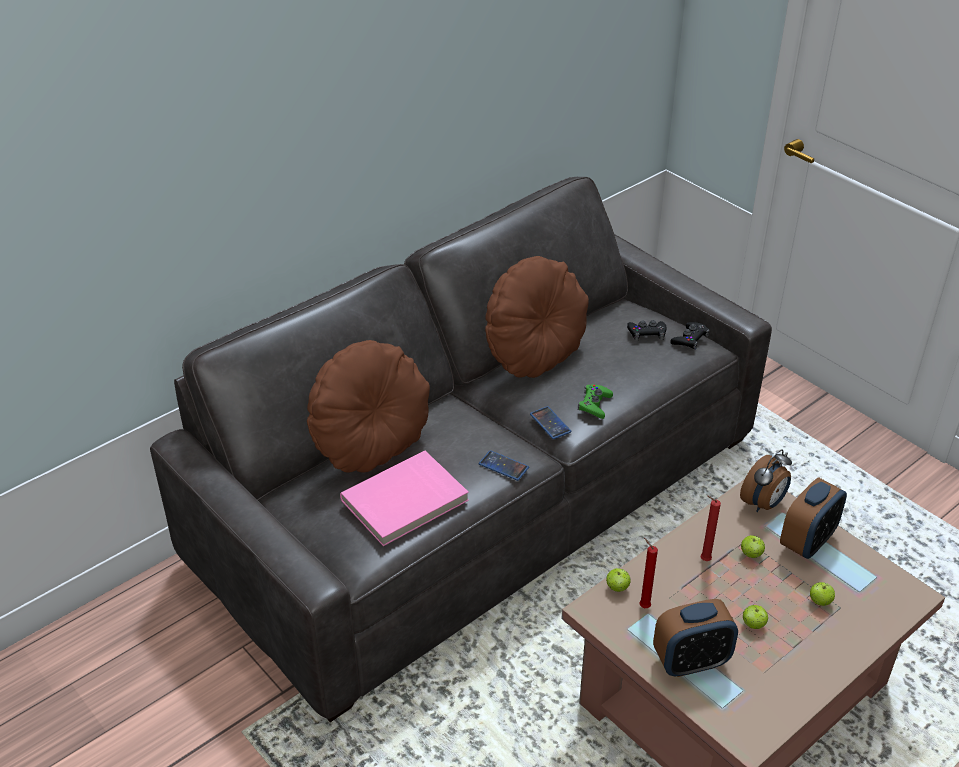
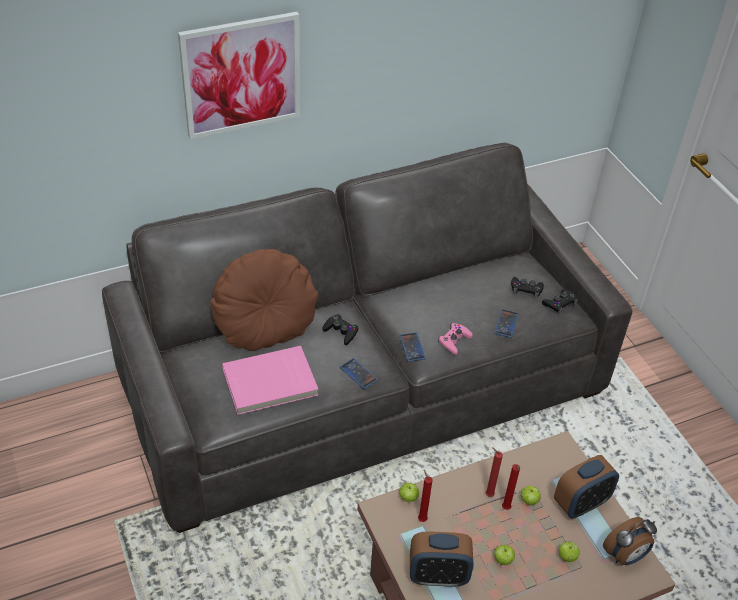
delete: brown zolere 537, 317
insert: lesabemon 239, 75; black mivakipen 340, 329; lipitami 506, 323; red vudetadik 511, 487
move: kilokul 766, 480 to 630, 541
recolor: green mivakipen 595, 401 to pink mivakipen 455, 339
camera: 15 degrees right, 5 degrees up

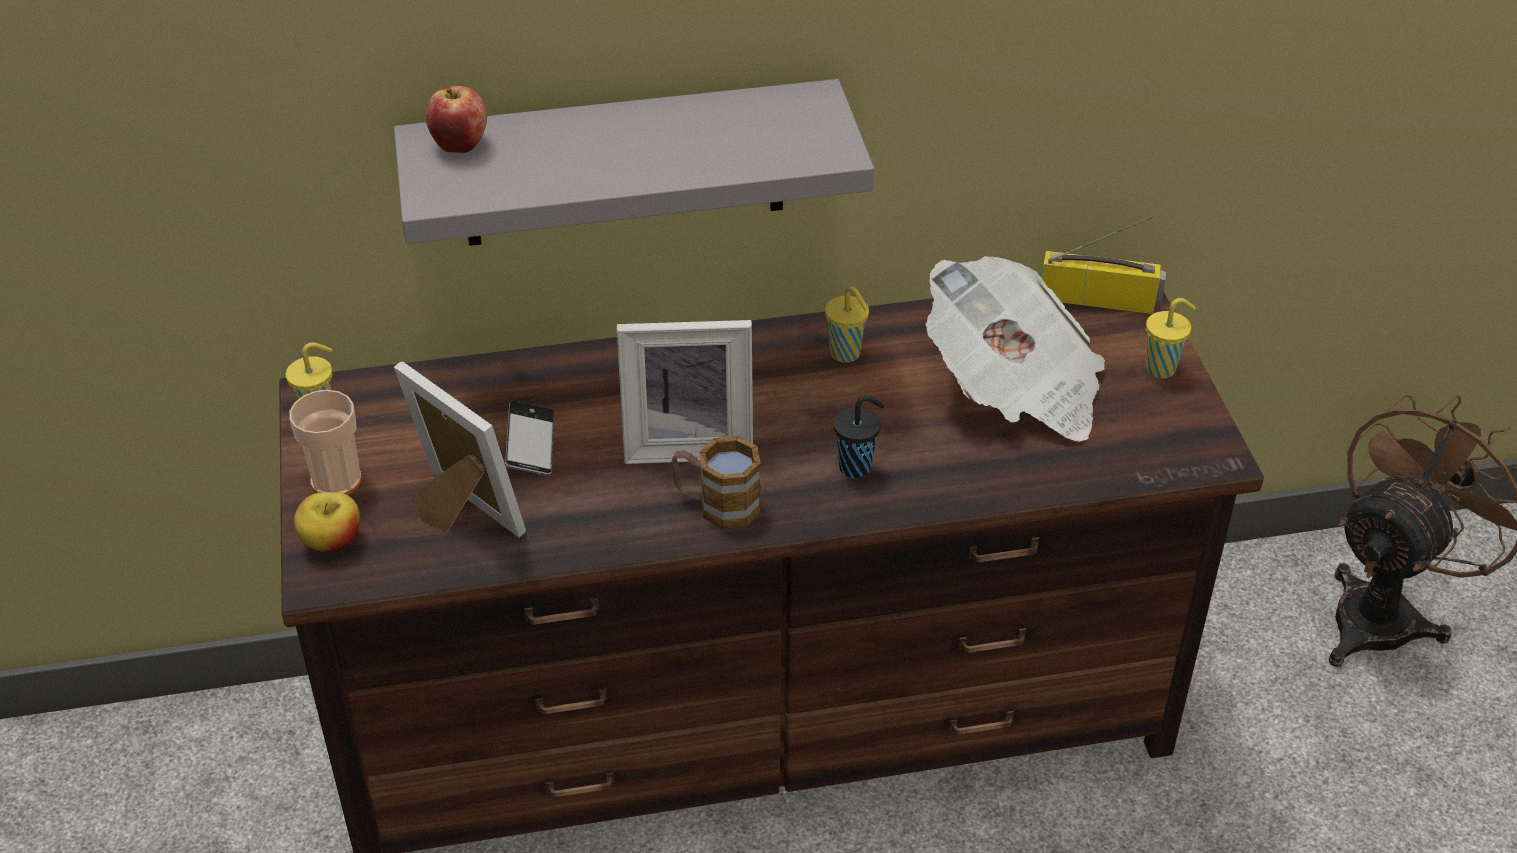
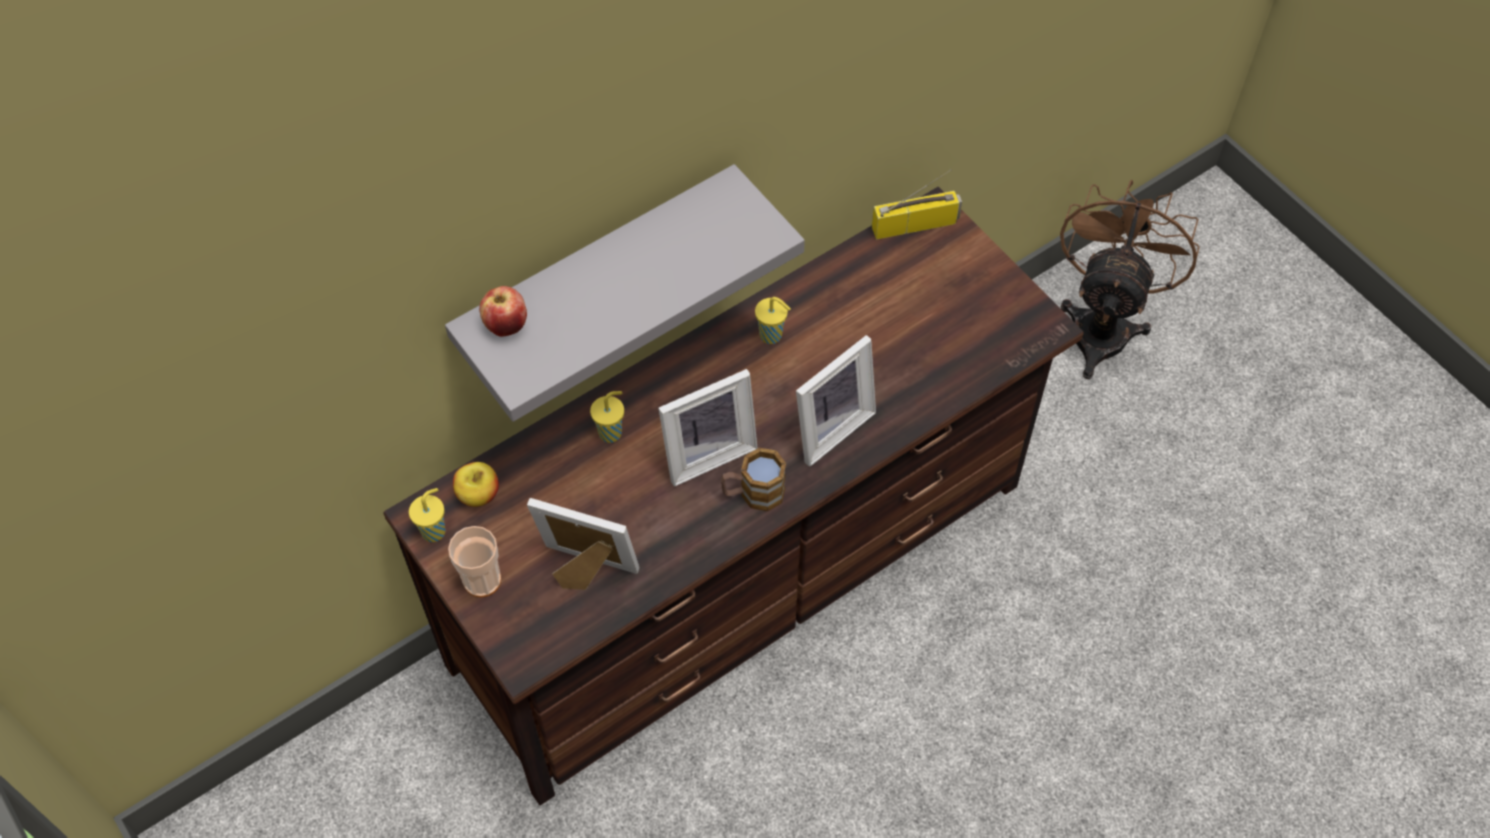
delete: lipitami 529, 438; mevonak 1015, 349
move: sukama 327, 522 to 476, 484; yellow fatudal 1170, 338 to 607, 417
replace: black fatudal 859, 436 to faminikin 836, 400
camera: 25 degrees left, 15 degrees up

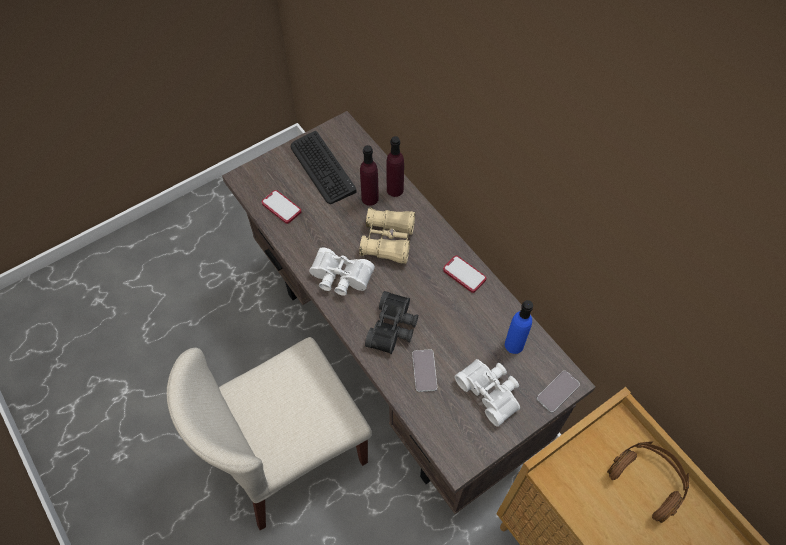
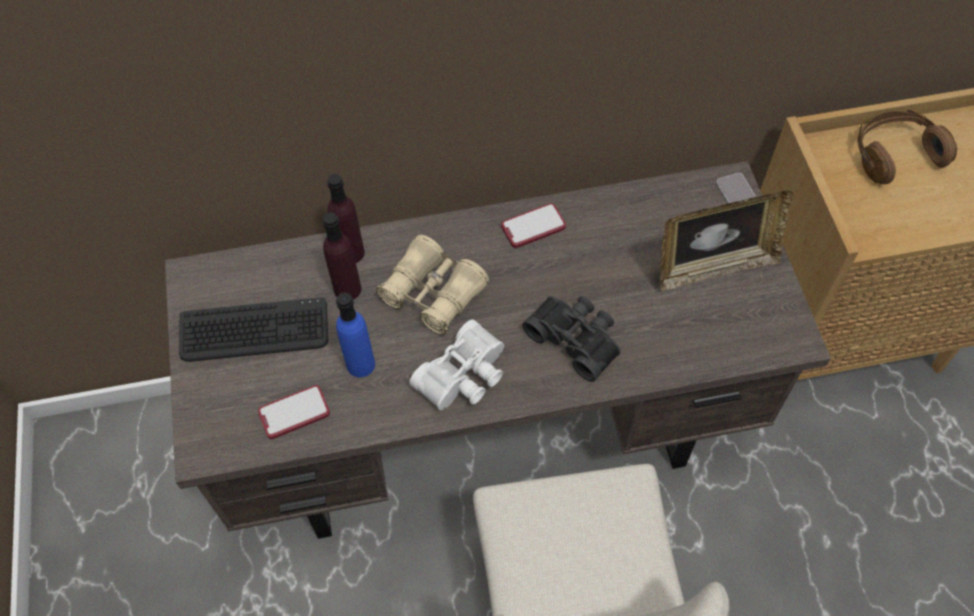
delete: lipitami 424, 370
move: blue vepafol 519, 327 to 355, 335
replace: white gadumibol 487, 393 to faminikin 726, 241
camera: 65 degrees left, 0 degrees up

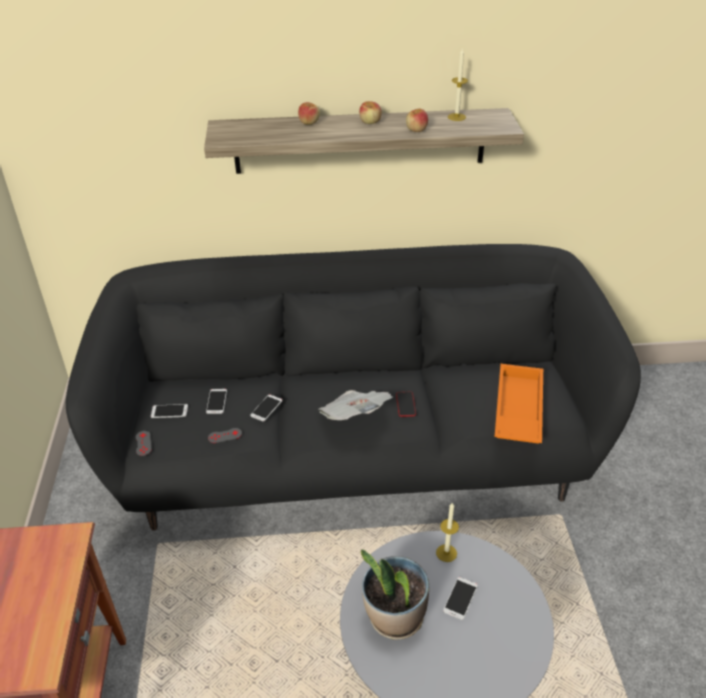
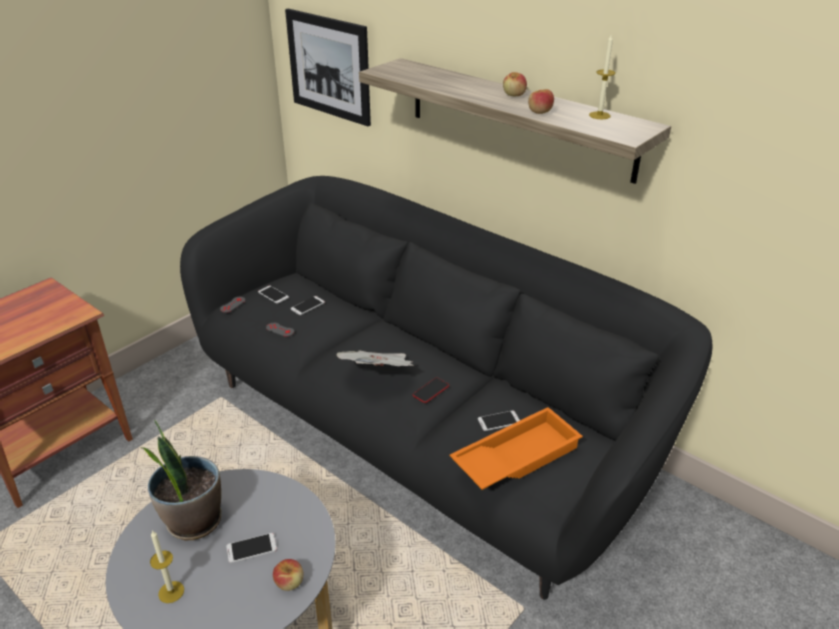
insert: lesabemon 328, 67
move: lipitami 266, 408 to 499, 420; sukama 309, 113 to 288, 575; vudetadik 447, 532 to 167, 566
camera: 45 degrees right, 5 degrees down

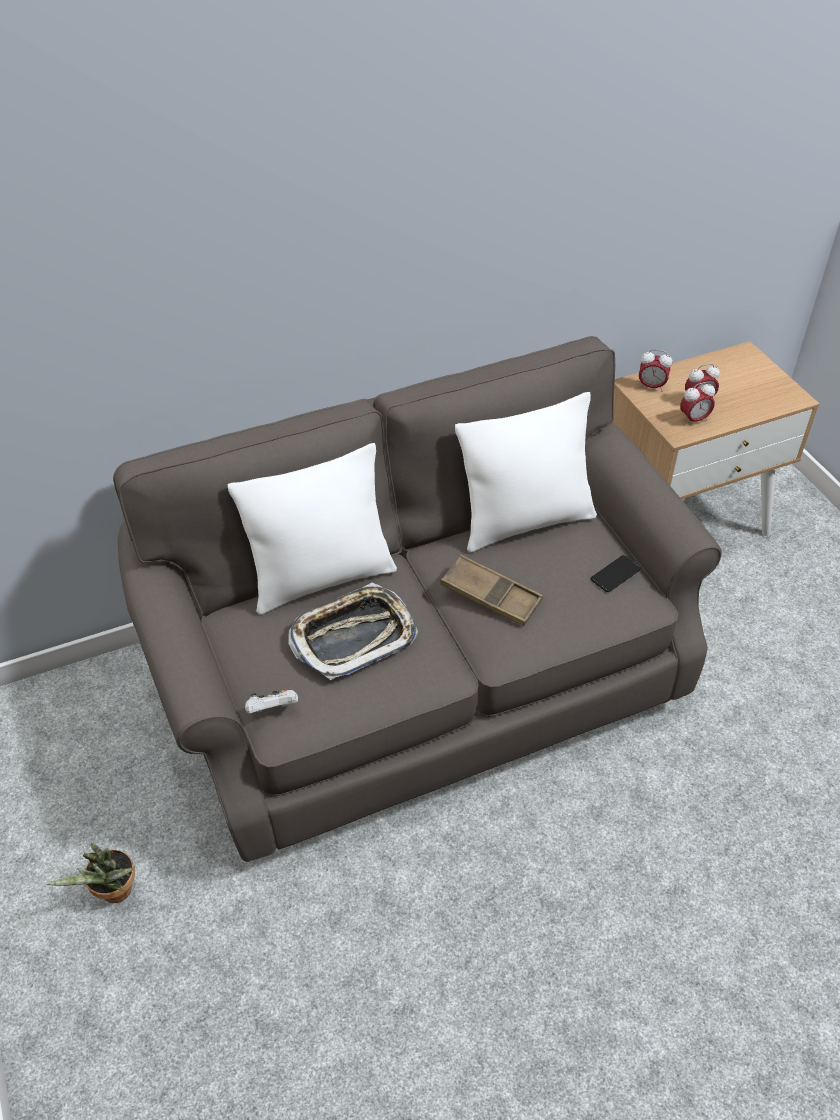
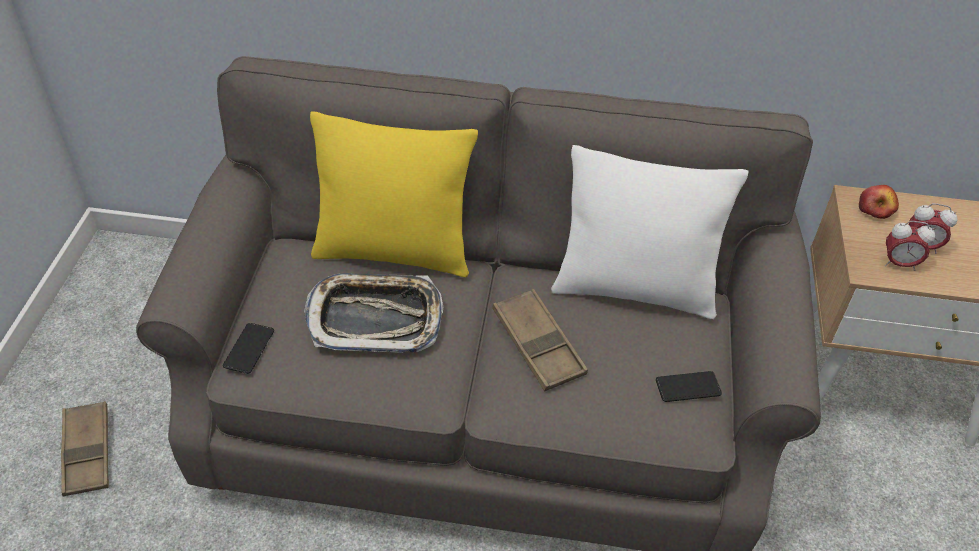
replace: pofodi 90, 873 to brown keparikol 85, 449; white mivakipen 271, 701 to lipitami 248, 348; kilokul 655, 370 to sukama 879, 202
recolor: white zolere 312, 529 to yellow zolere 394, 194
camera: 30 degrees right, 0 degrees up

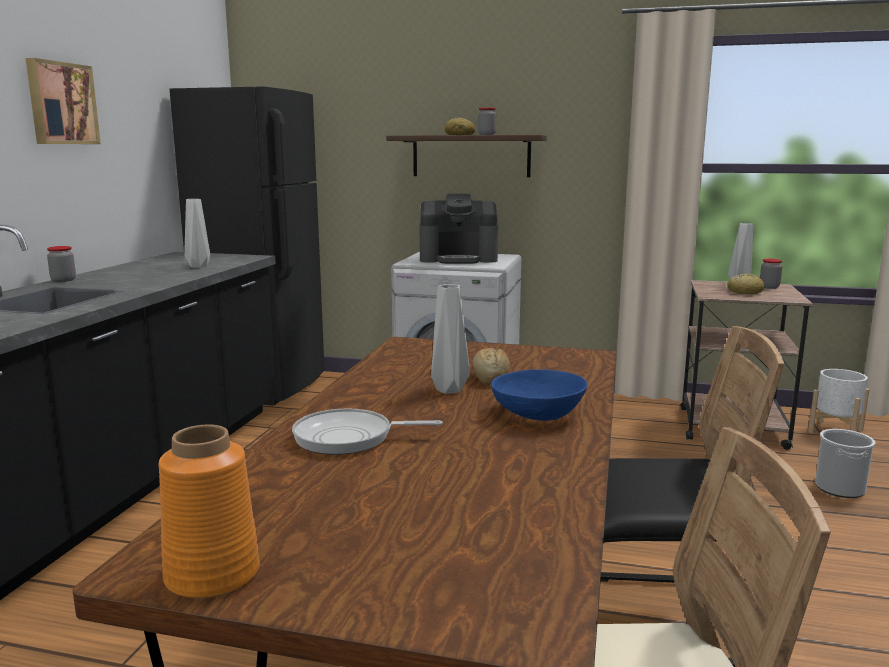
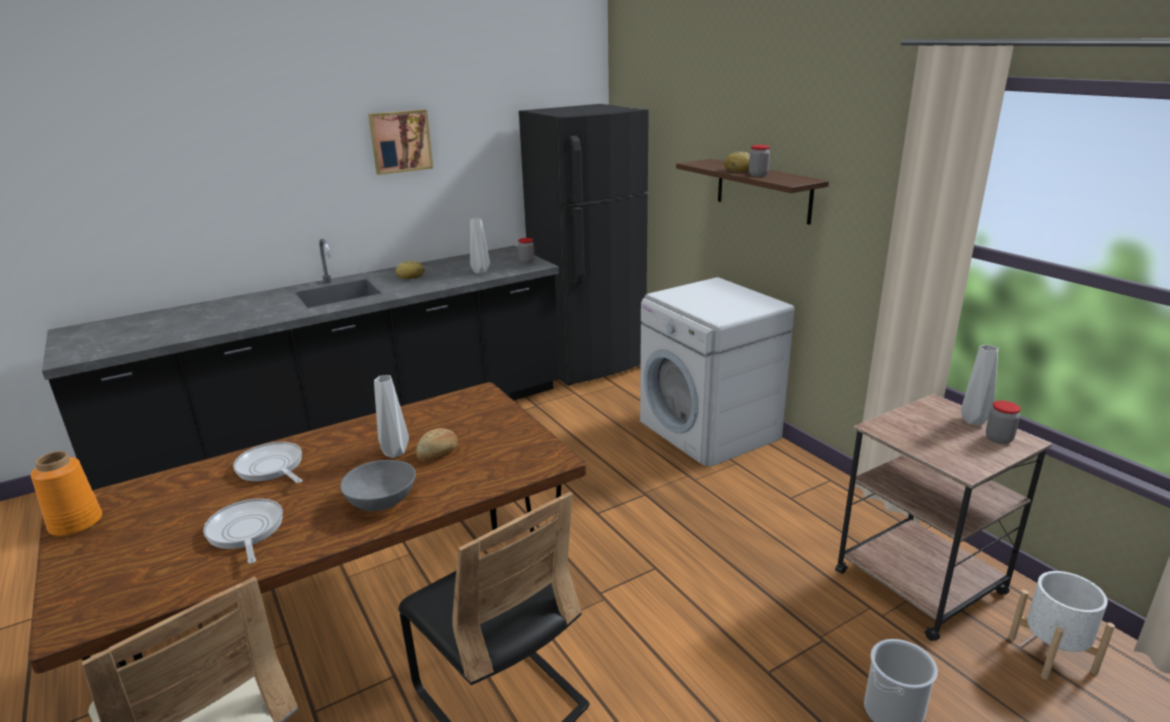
delete: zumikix 459, 229
insert: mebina 243, 531
move: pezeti 61, 264 to 526, 251; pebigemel 746, 283 to 410, 270
recolor: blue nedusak 539, 395 to grey nedusak 378, 485
camera: 45 degrees right, 10 degrees up

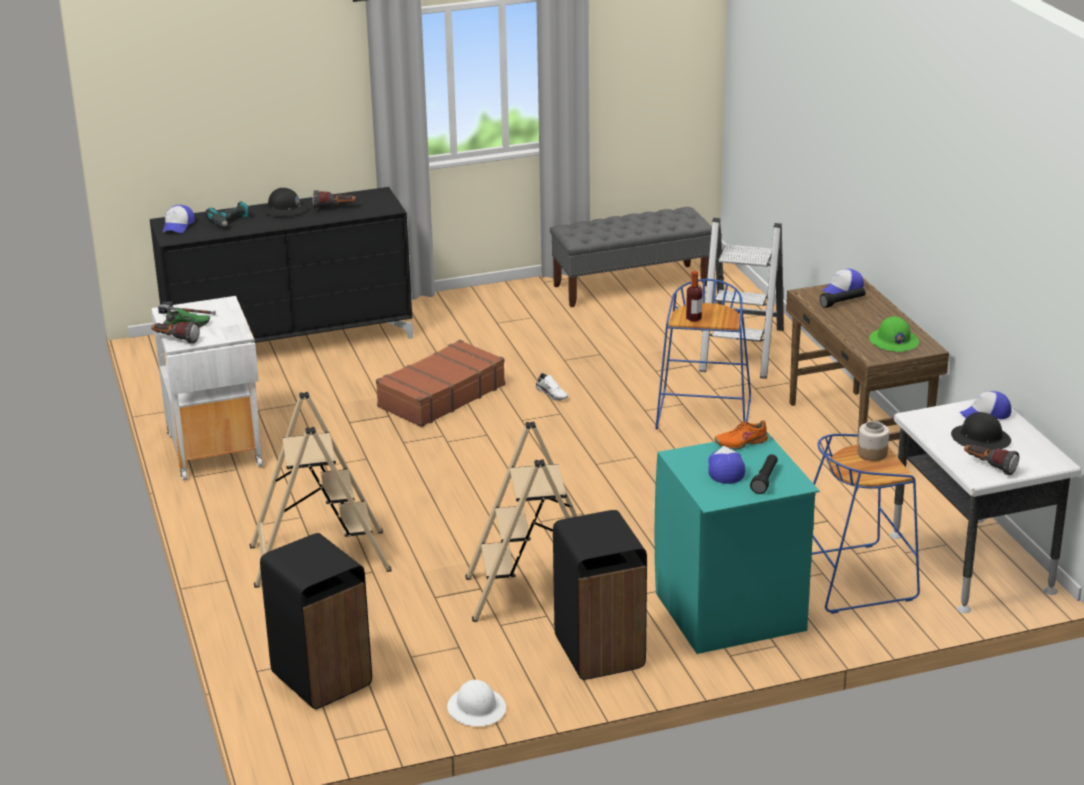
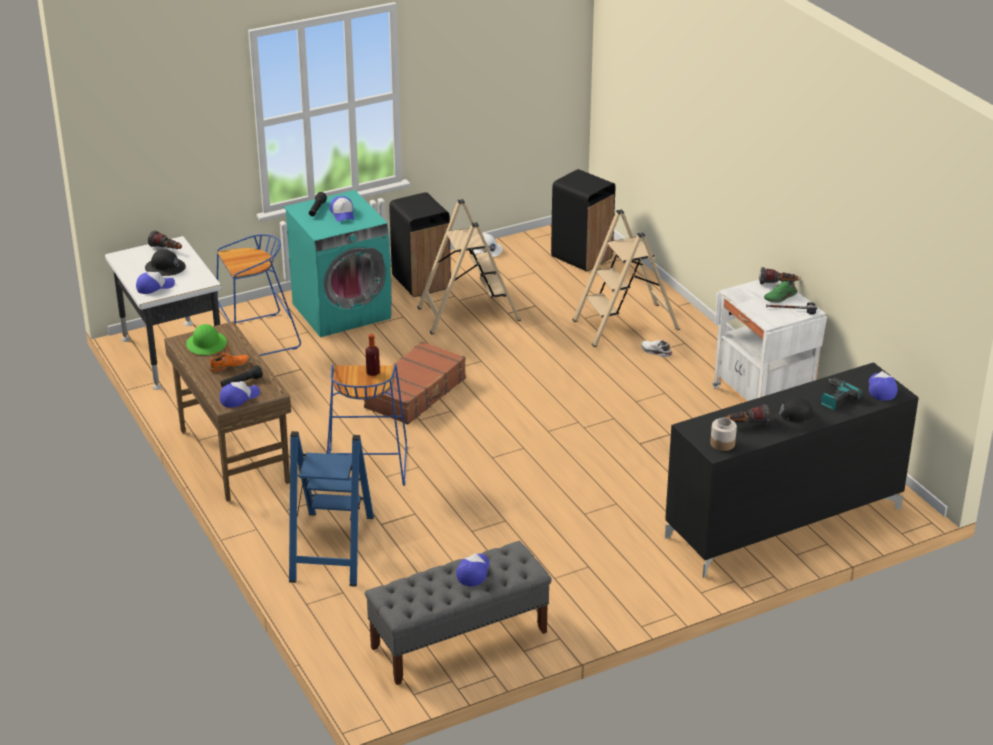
insert: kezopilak 473, 569
move: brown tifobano 440, 383 to 415, 383; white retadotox 552, 387 to 656, 348; orange retadotox 741, 434 to 229, 359; pezeti 873, 441 to 723, 434
recolor: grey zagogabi 741, 298 to blue zagogabi 331, 509
camera: 170 degrees right, 5 degrees up

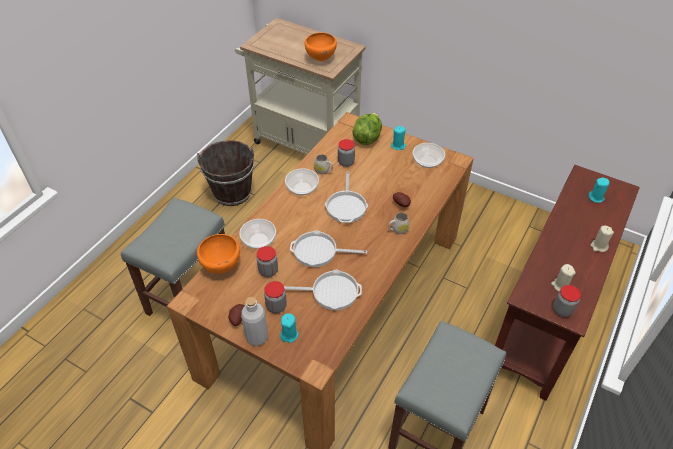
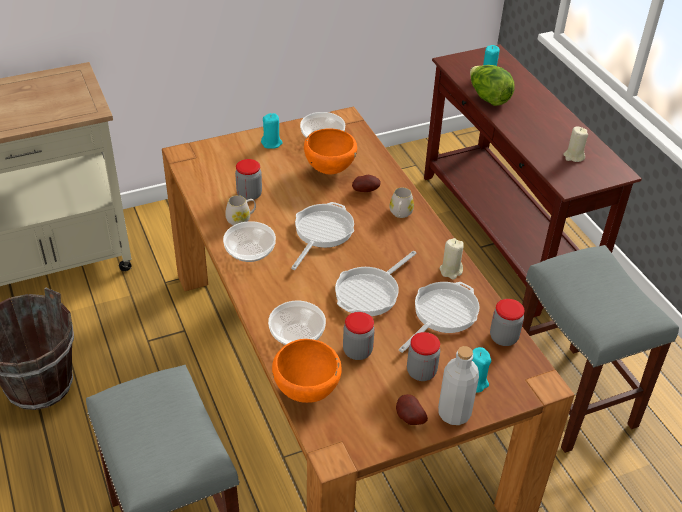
move: orange nedusak 321, 46 to 330, 152; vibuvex 367, 129 to 492, 85; pezeti 567, 301 to 507, 322; beige vudetadik 602, 238 to 452, 259
rotate: mebina 346, 197 = 322, 236 105 degrees counterclockwise
camera: 55 degrees left, 5 degrees down

